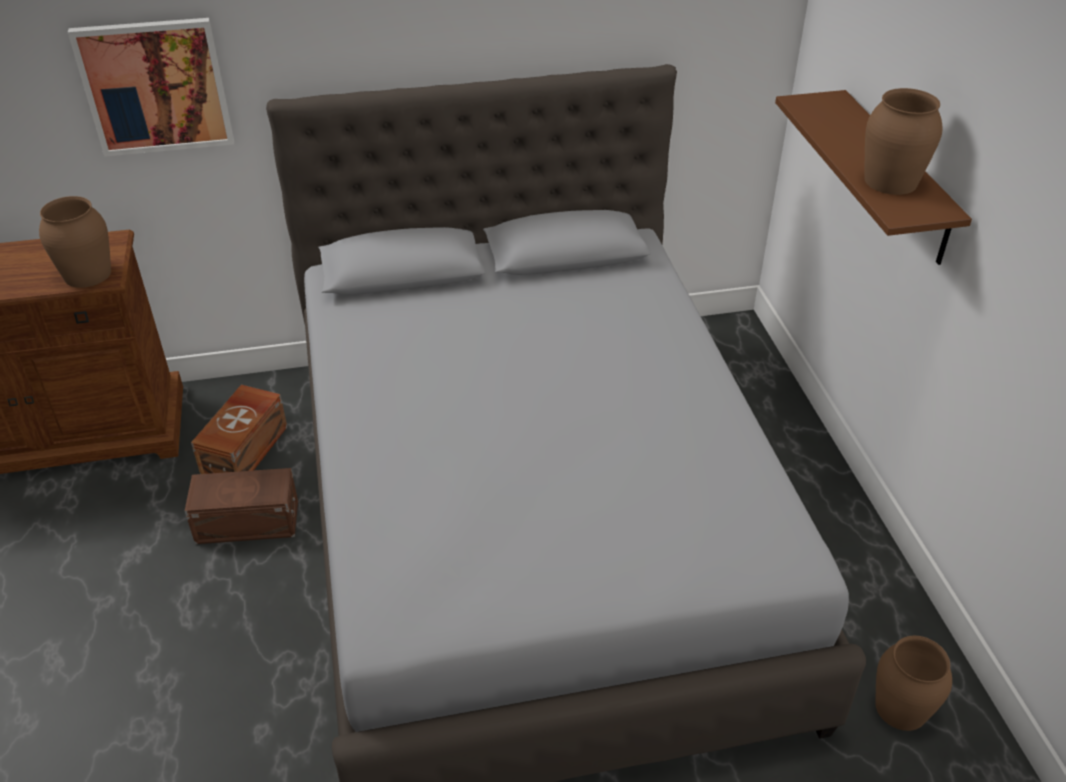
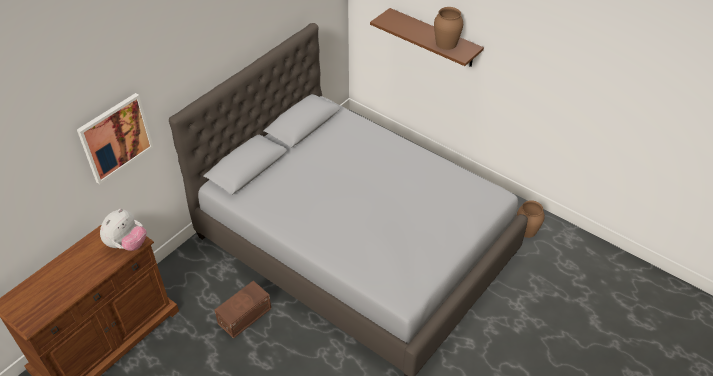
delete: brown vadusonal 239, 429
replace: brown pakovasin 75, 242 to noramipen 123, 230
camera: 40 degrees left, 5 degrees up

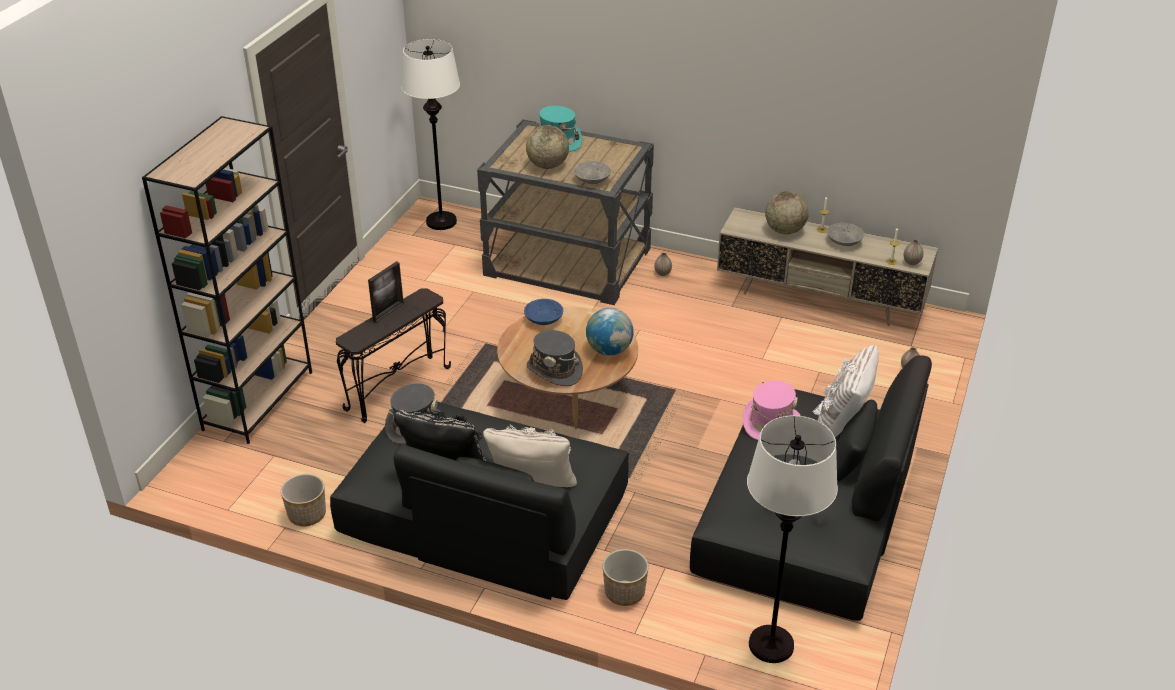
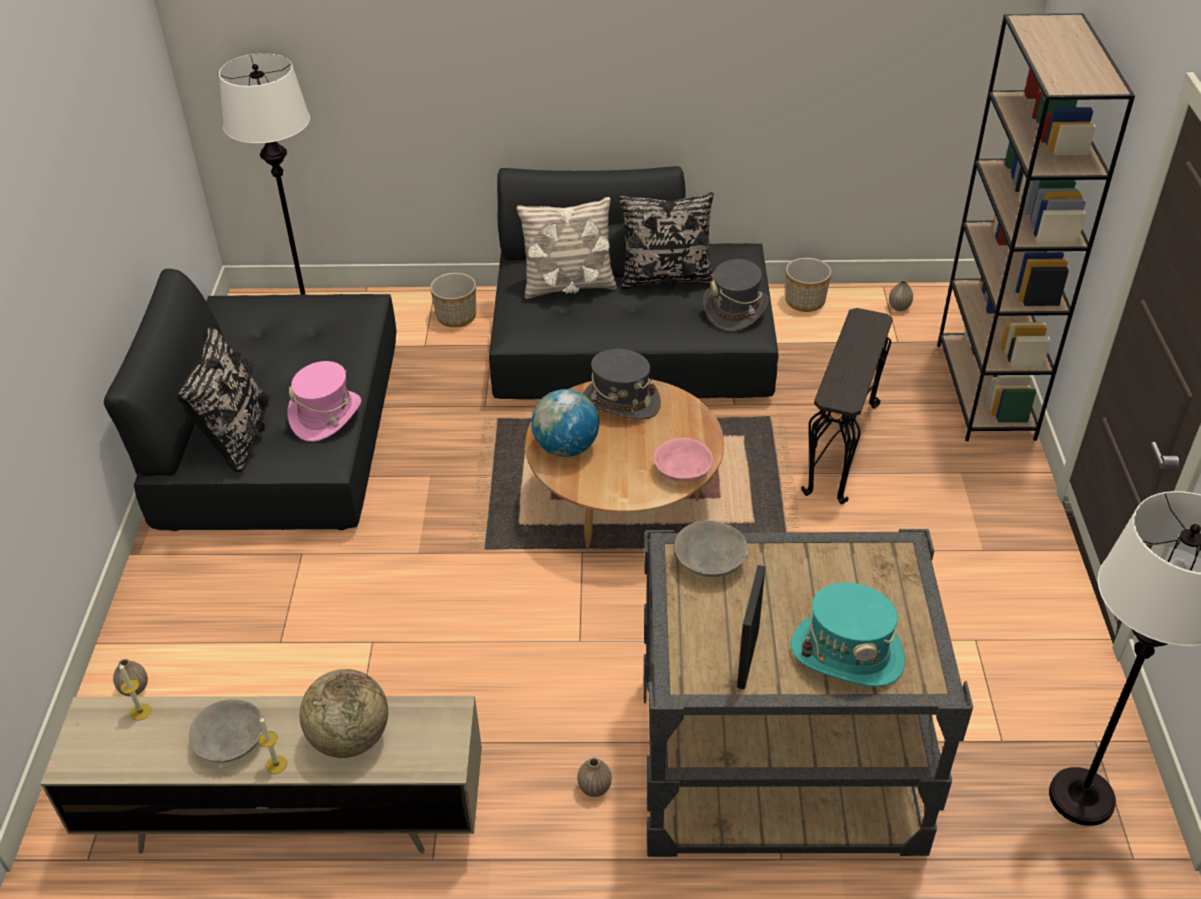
delete: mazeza 547, 147
move: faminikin 386, 292 to 751, 627; pakovasin 914, 252 to 901, 295
recolor: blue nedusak 543, 312 to pink nedusak 683, 460; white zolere 845, 391 to black zolere 223, 400
camera: 160 degrees right, 5 degrees up

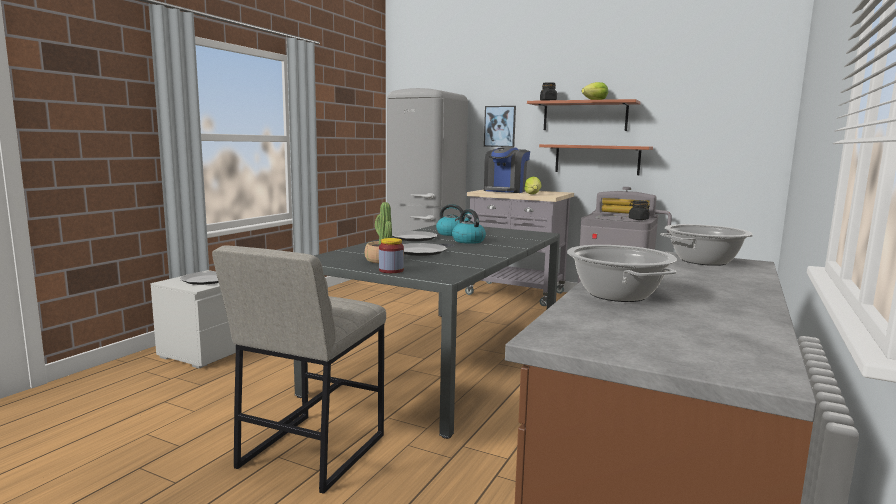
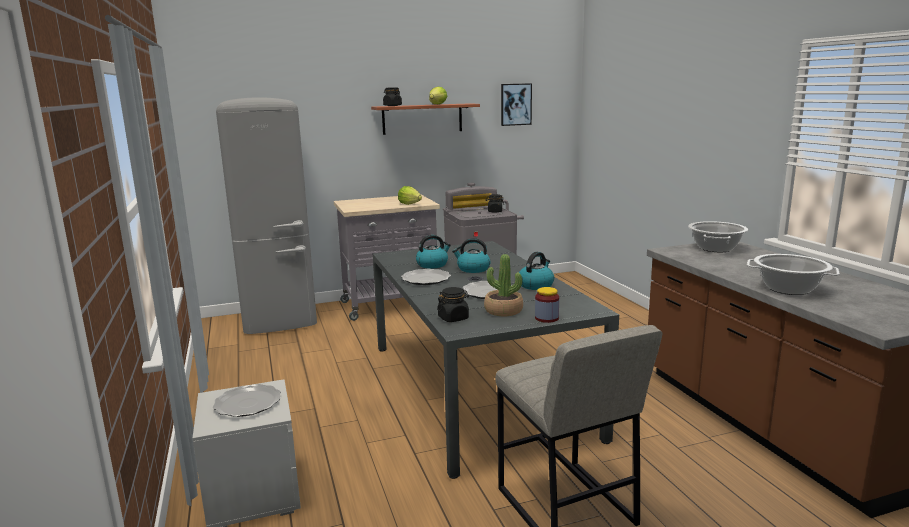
delete: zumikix 507, 169; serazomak 596, 159
insert: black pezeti 453, 304; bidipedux 536, 271
move: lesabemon 500, 126 to 516, 104
camera: 45 degrees left, 5 degrees up

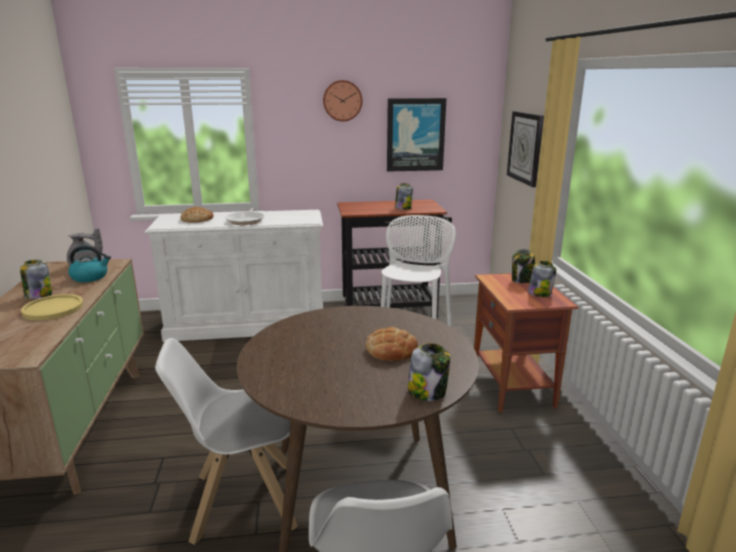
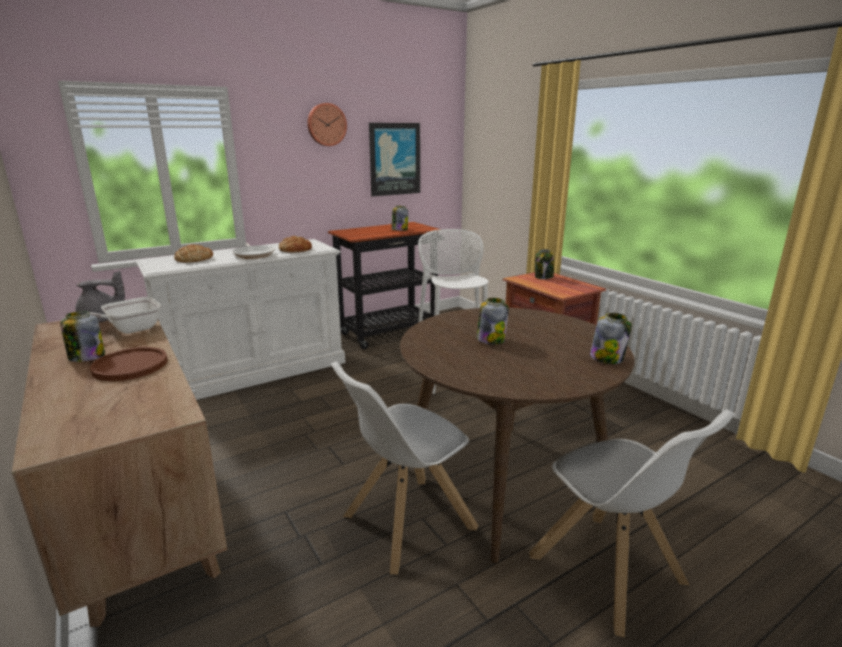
delete: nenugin 525, 149
move: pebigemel 392, 344 to 295, 244; pezeti 542, 279 to 493, 321
replace: bidipedux 89, 263 to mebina 111, 315
recolor: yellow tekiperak 52, 307 to brown tekiperak 129, 364
camera: 25 degrees left, 0 degrees up

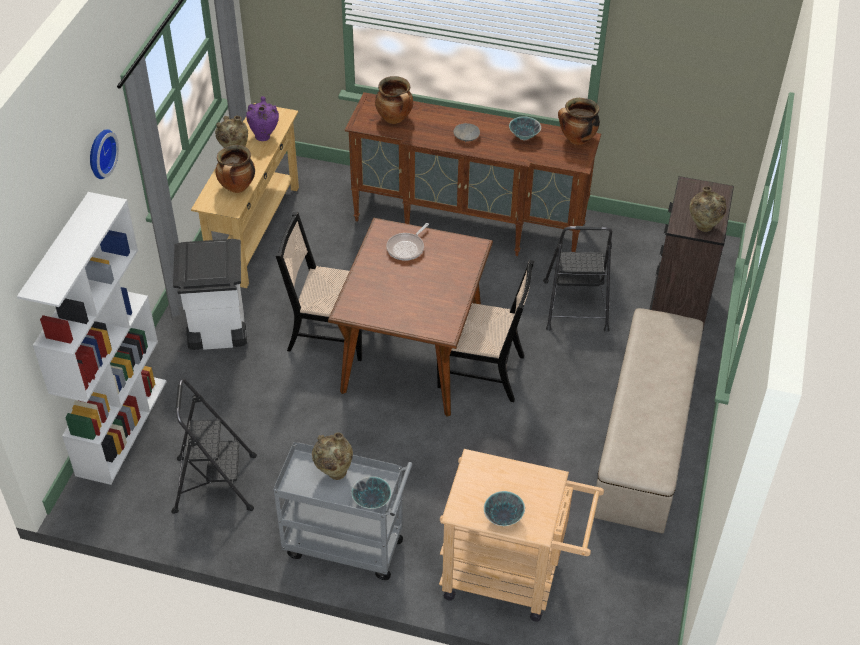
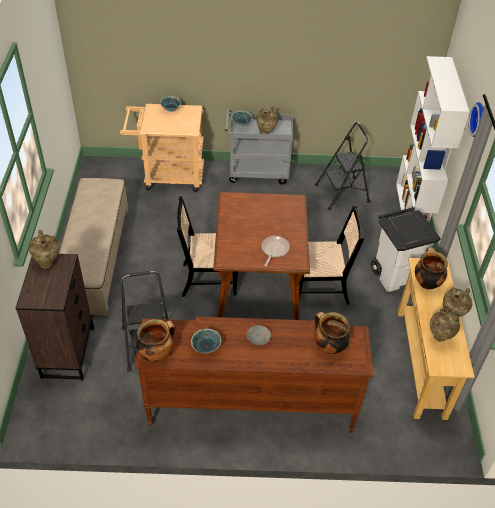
recolor: purple pakovasin 262, 118 to beige pakovasin 445, 325
camera: 165 degrees right, 0 degrees up

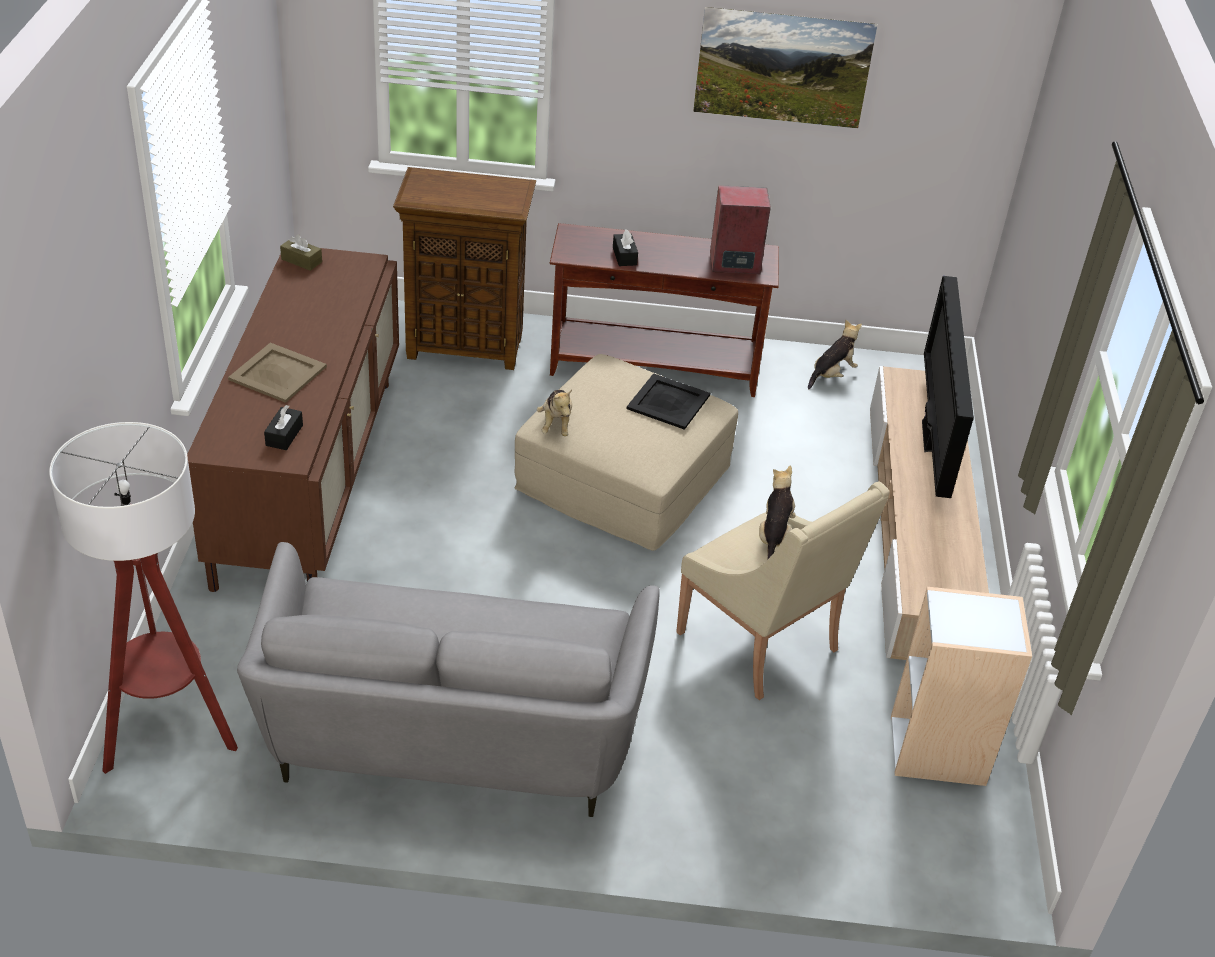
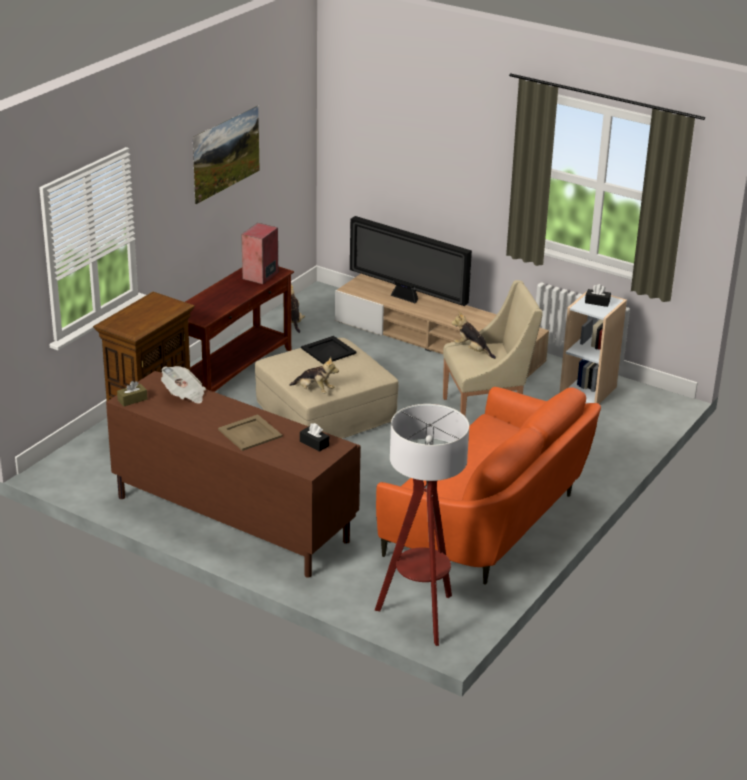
insert: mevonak 183, 385
move: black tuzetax 625, 247 to 598, 295
recolor: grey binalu 448, 679 to orange binalu 488, 486
camera: 60 degrees left, 10 degrees down

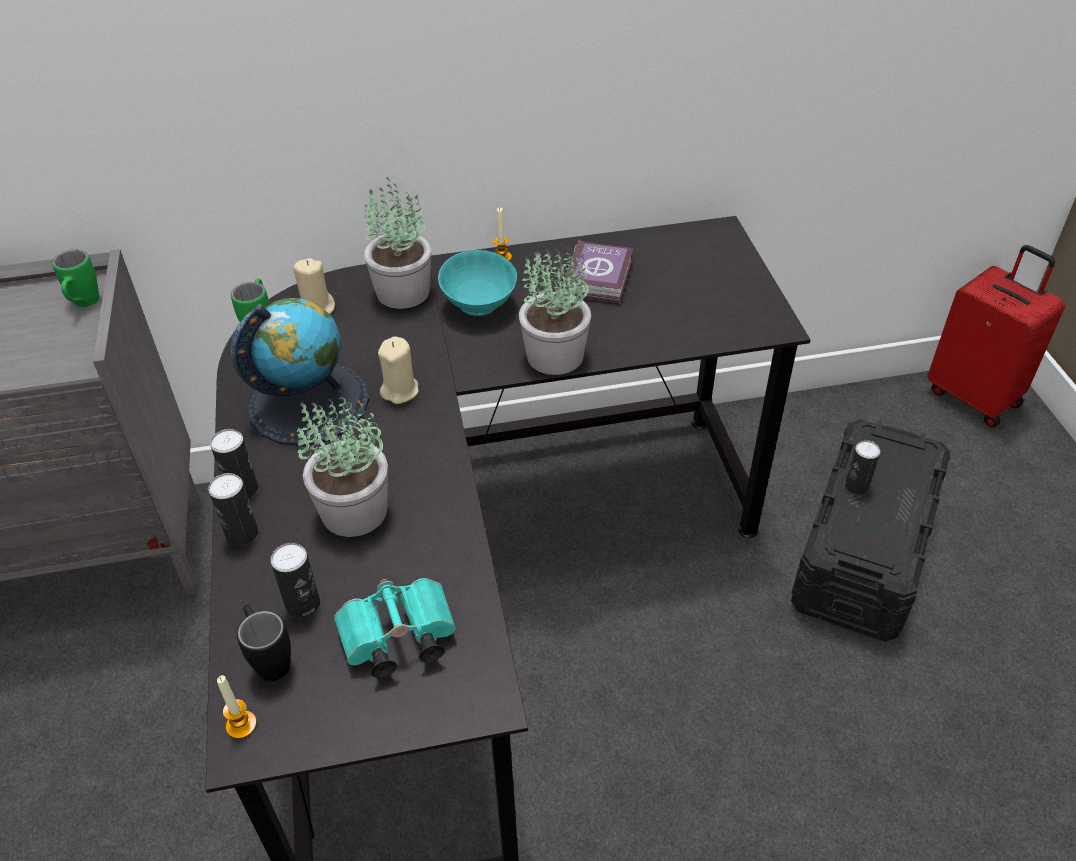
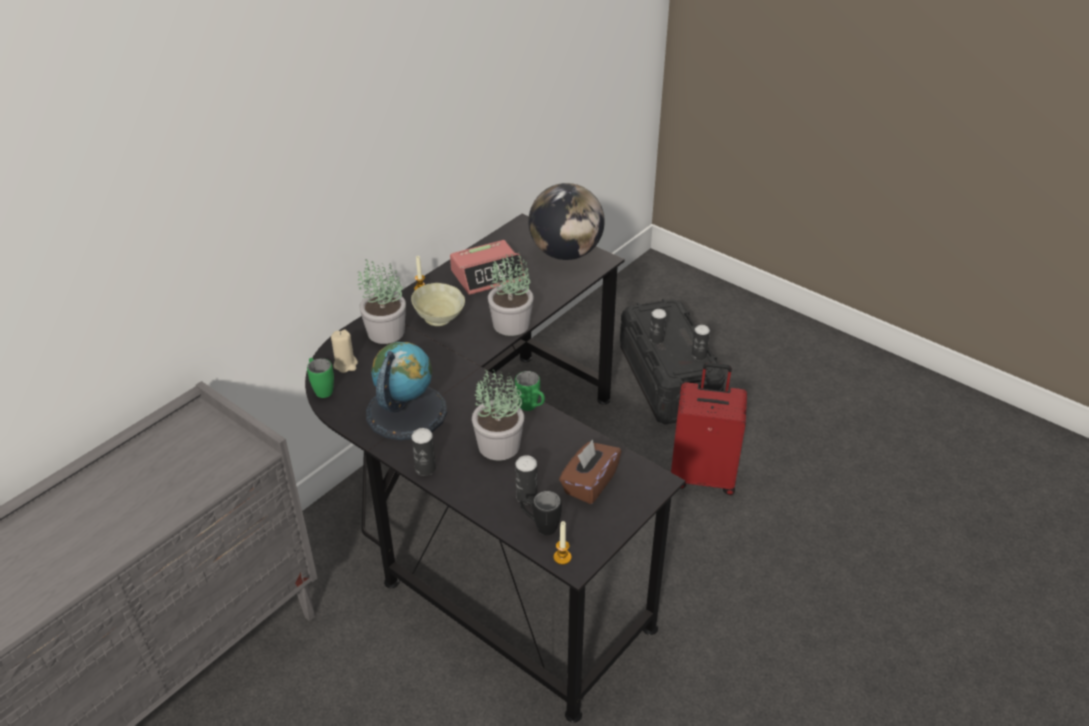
delete: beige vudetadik 398, 370
insert: mazeza 566, 221
move: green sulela 75, 278 to 530, 391; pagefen 233, 509 to 701, 342; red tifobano 996, 336 to 709, 428
replace: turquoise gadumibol 395, 628 to brown tuzetax 590, 471; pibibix 597, 271 to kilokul 487, 267
recolor: turquoise nedusak 477, 283 to beige nedusak 438, 304
camera: 40 degrees left, 5 degrees down

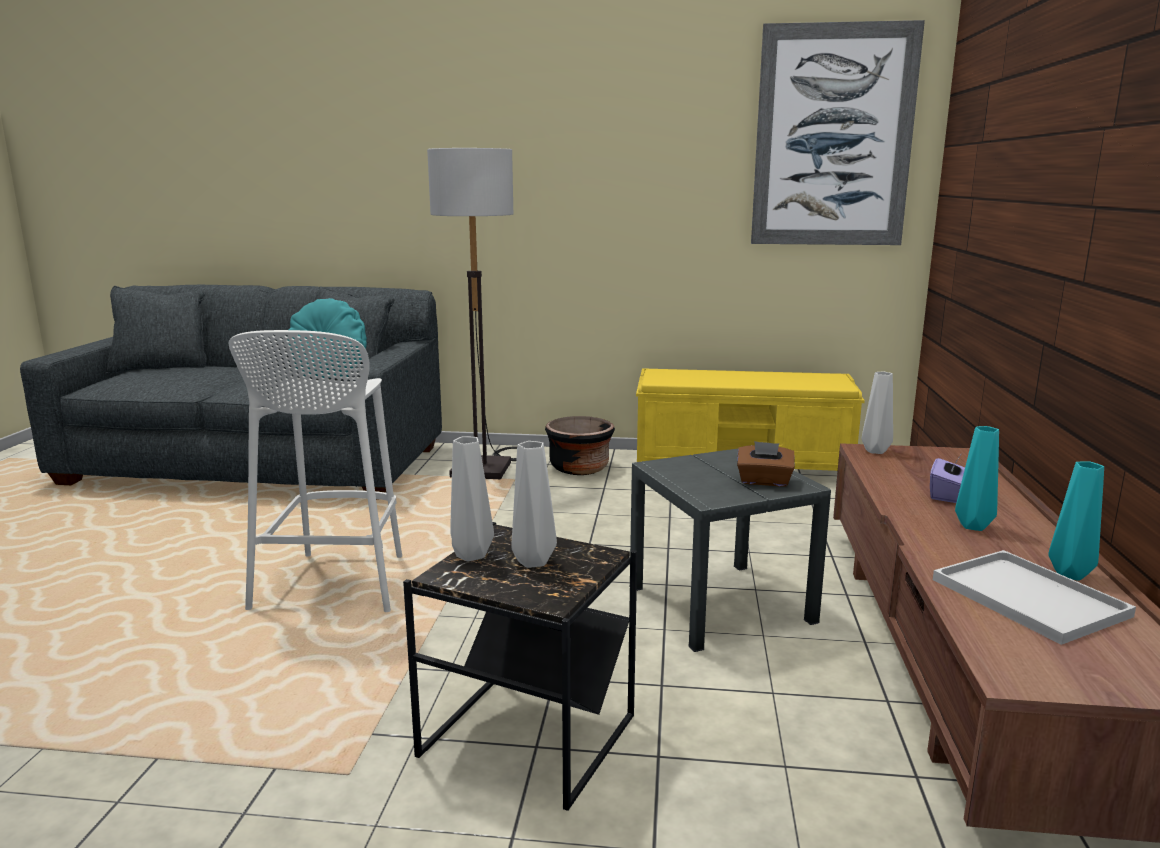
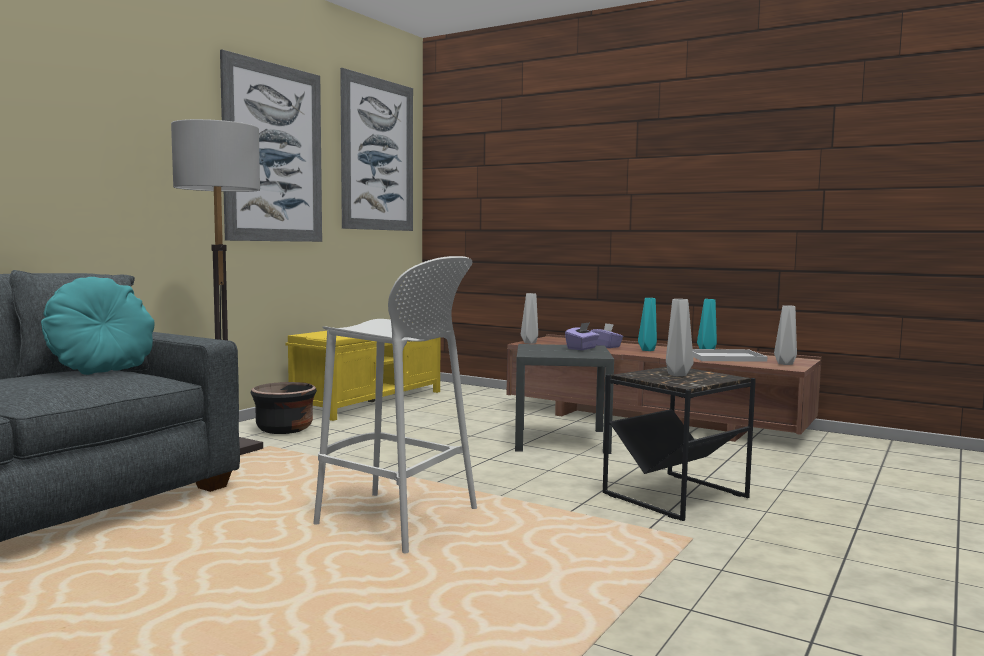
insert: lesabemon 271, 146
move: grey pakovasin 472, 498 to 785, 335
recolor: brown tuzetax 765, 464 to purple tuzetax 582, 336
camera: 65 degrees left, 10 degrees down

